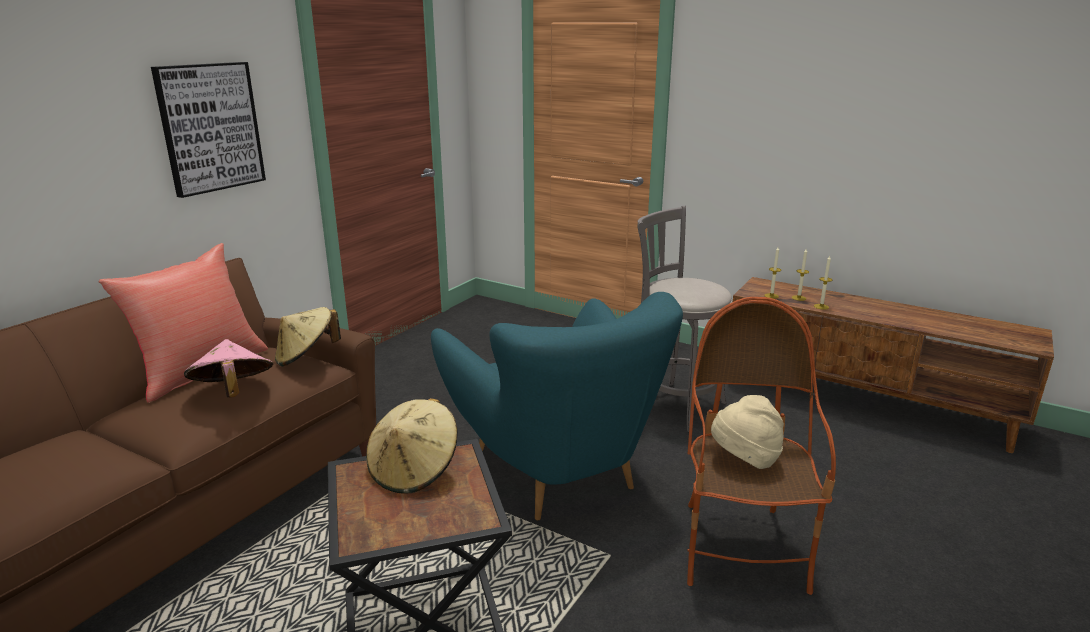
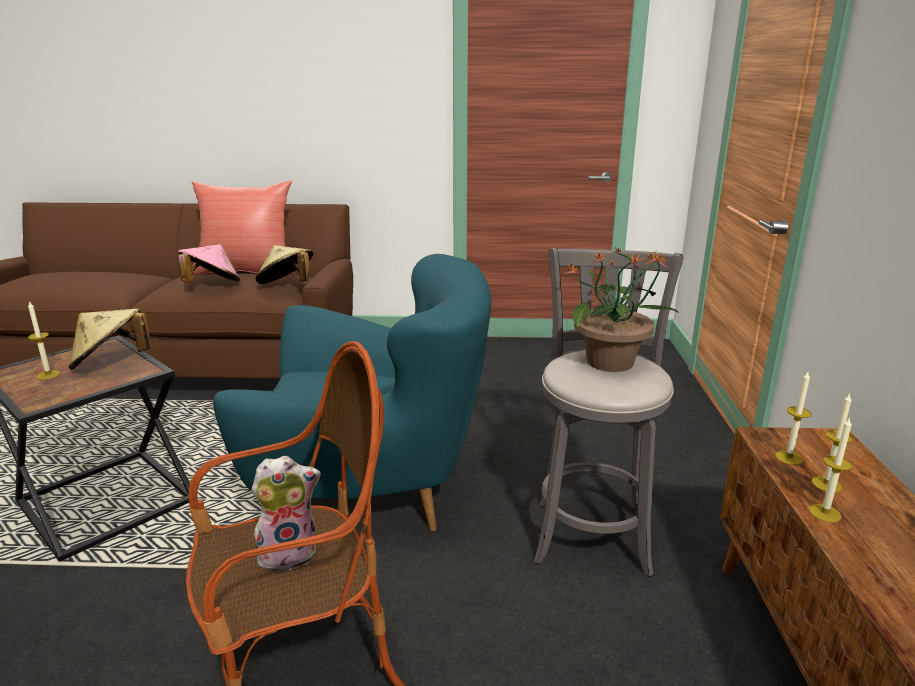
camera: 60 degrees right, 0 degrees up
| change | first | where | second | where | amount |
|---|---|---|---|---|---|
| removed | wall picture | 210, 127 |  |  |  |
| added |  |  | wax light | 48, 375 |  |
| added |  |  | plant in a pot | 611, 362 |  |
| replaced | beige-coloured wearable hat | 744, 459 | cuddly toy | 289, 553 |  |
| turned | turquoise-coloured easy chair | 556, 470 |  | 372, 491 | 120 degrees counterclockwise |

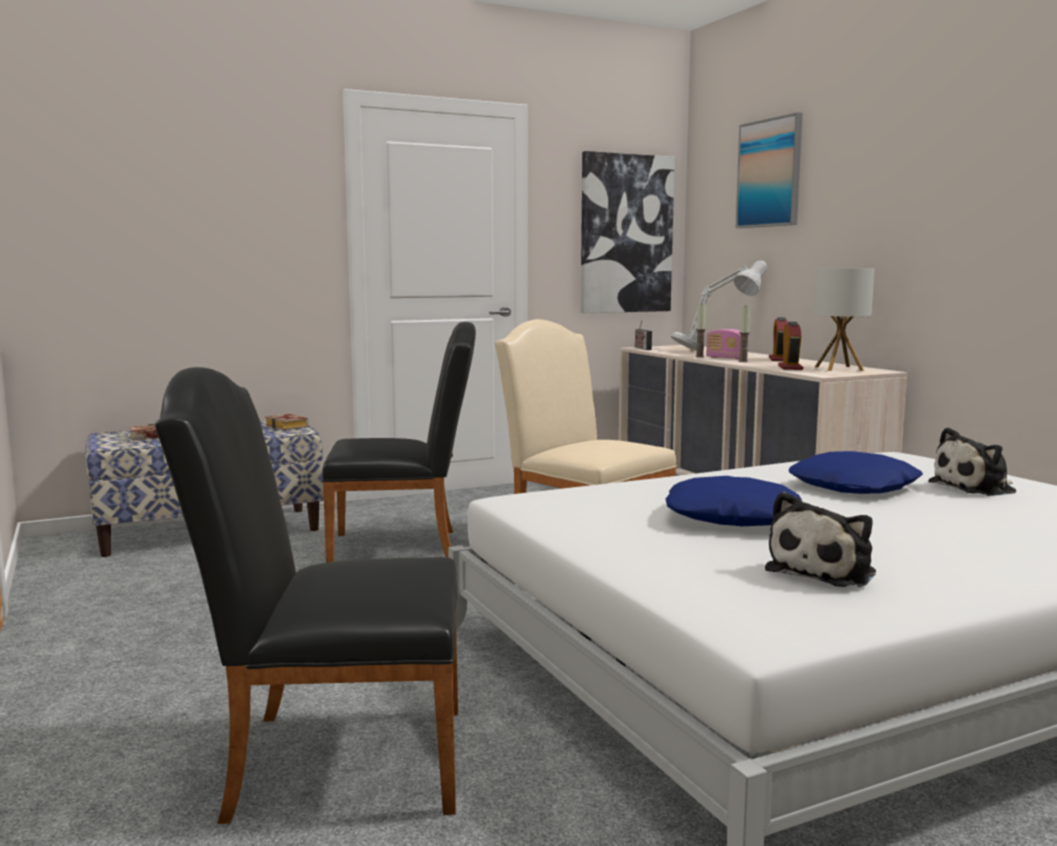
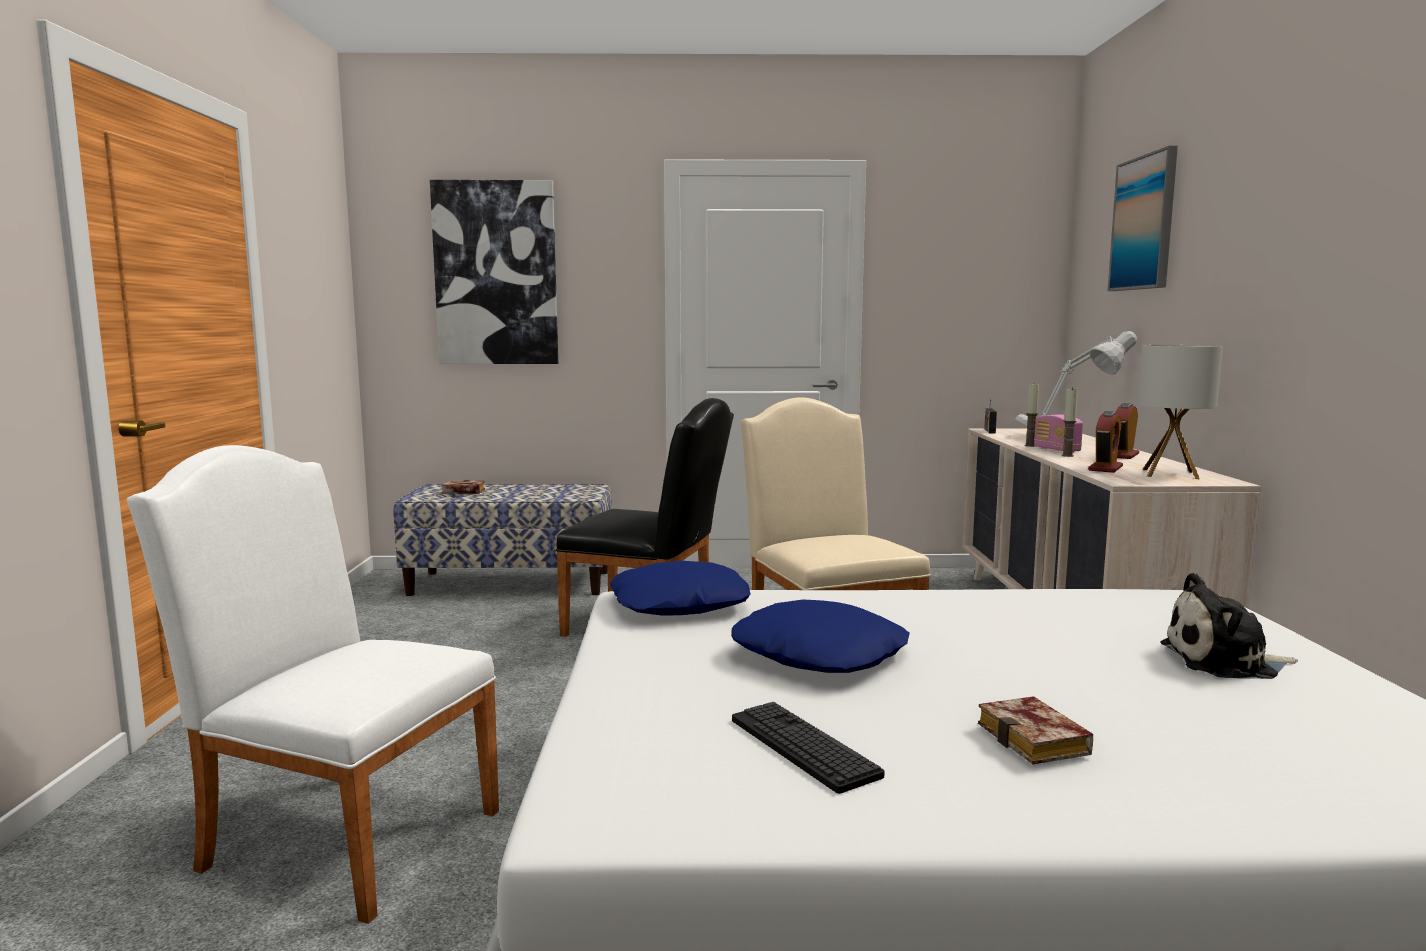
camera: 25 degrees right, 0 degrees up
| change | first | where | second | where | amount |
|---|---|---|---|---|---|
| moved | bound book | 289, 426 |  | 1038, 741 |  |
| moved | wall picture | 626, 234 |  | 496, 273 |  |
| moved | bluish pillow | 855, 487 |  | 679, 604 |  |
| replaced | cuddly toy | 824, 571 | computer keyboard | 803, 747 |  |
| recoloured | blackish upright chair | 331, 760 | white upright chair | 340, 834 |  |

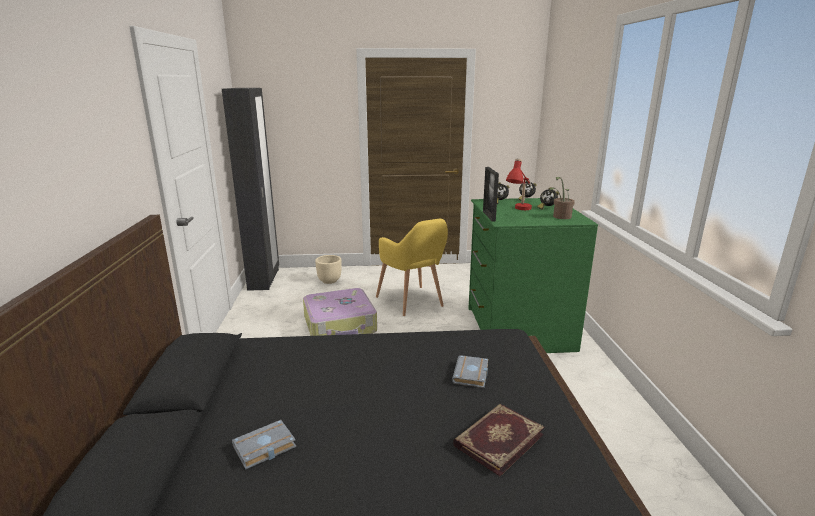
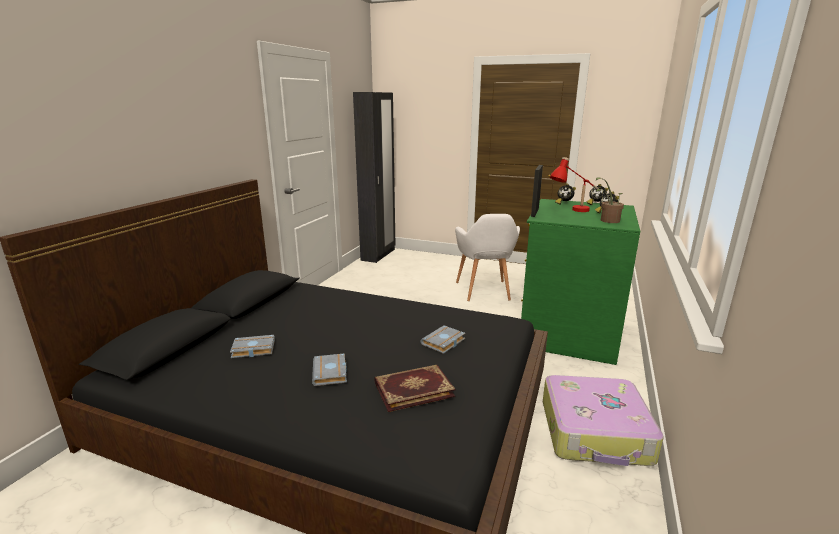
camera: 25 degrees right, 0 degrees up
| change | first | where | second | where | amount |
|---|---|---|---|---|---|
| removed | beige-coloured plant pot | 329, 281 |  |  |  |
| added |  |  | grey bound book | 331, 373 |  |
| moved | suitcase | 340, 325 |  | 595, 432 |  |
| recoloured | yellow easy chair | 413, 303 | white easy chair | 484, 293 |  |

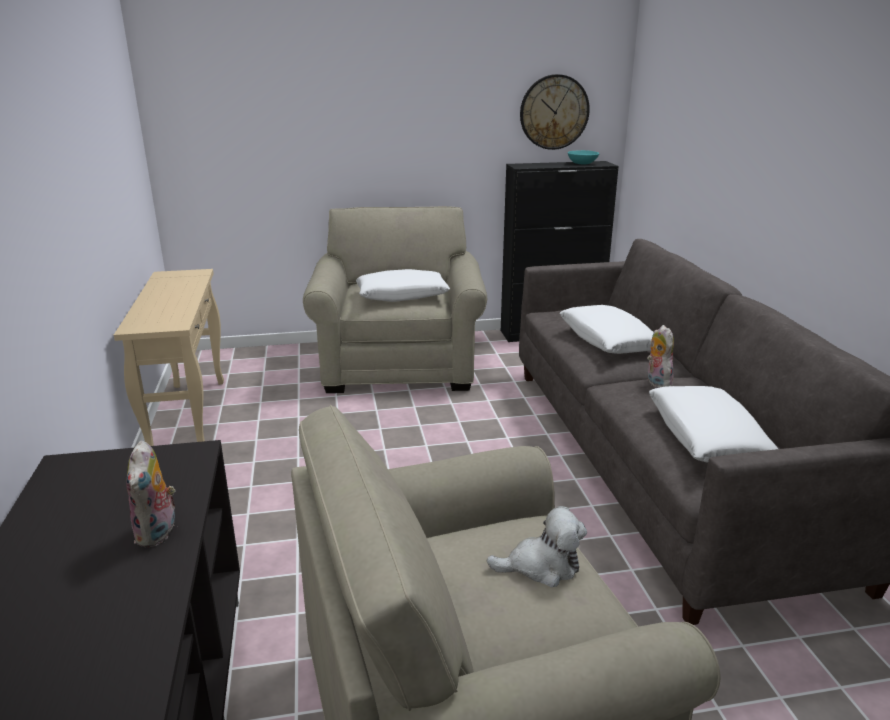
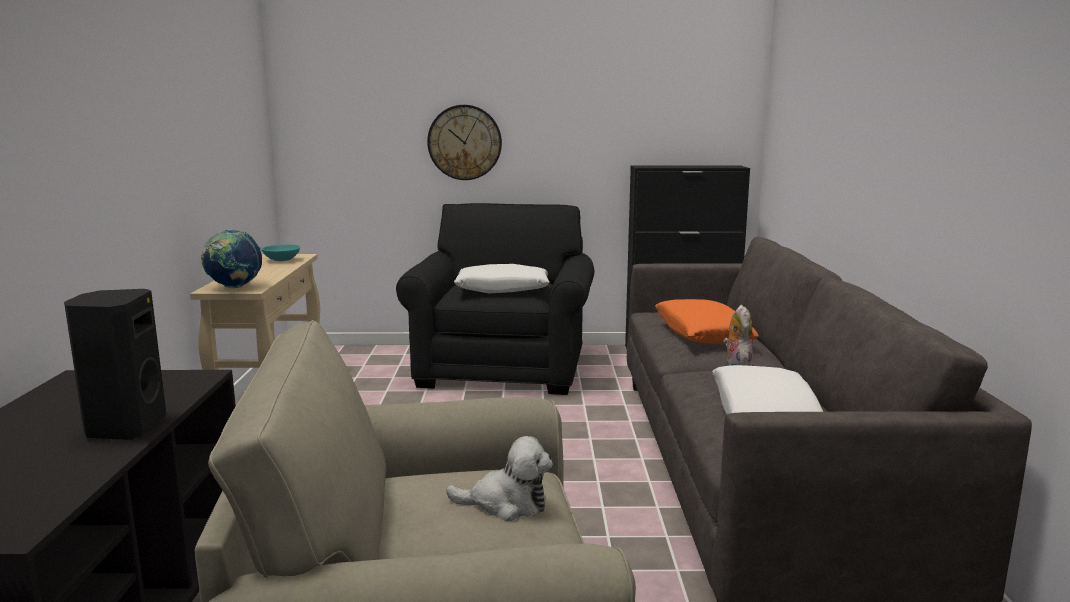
camera: 10 degrees right, 10 degrees down
| change | first | where | second | where | amount |
|---|---|---|---|---|---|
| added |  |  | globe | 234, 287 |  |
| moved | clock on the wall | 554, 112 |  | 464, 142 |  |
| moved | turquoise-coloured deep dish | 582, 163 |  | 282, 260 |  |
| replaced | cuddly toy | 158, 533 | blackish speaker | 124, 428 |  |
| recoloured | beige-coloured easy chair | 399, 364 | blackish easy chair | 503, 368 |  |
| recoloured | white pillow | 608, 340 | orange pillow | 702, 334 |  |

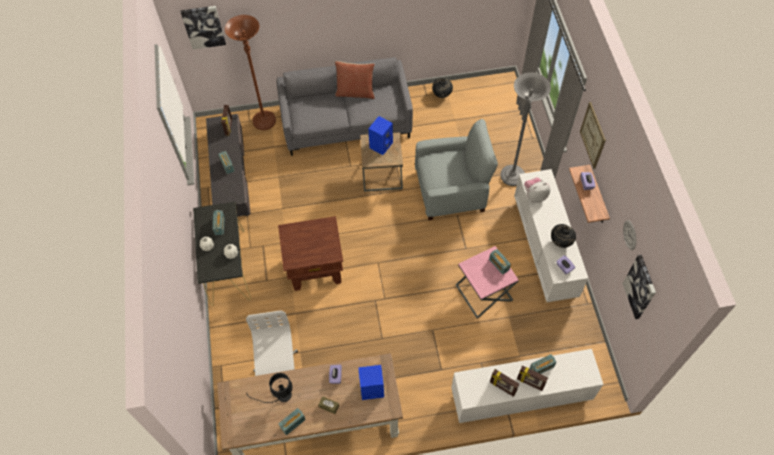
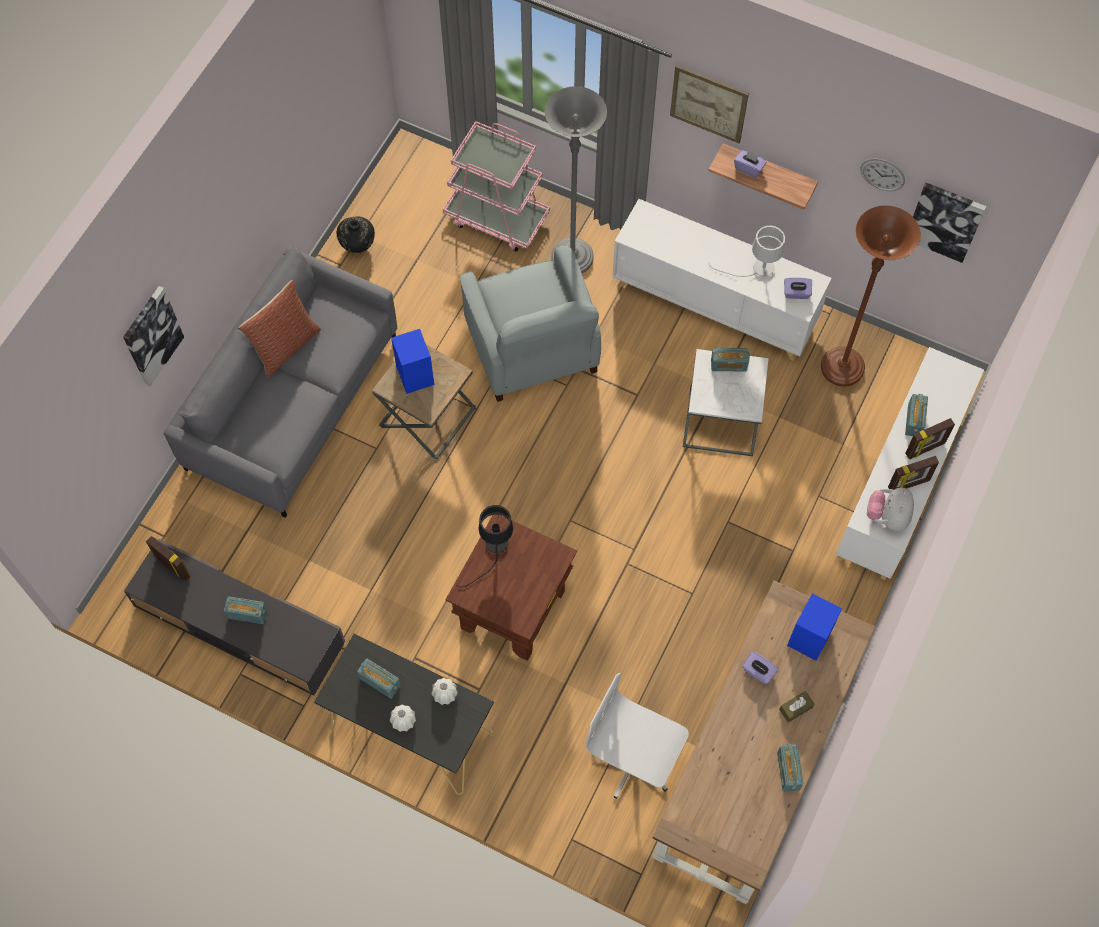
camera: 55 degrees left, 5 degrees up
| change | first | where | second | where | amount |
|---|---|---|---|---|---|
| added |  |  | pink wheeled cart | 497, 218 |  |
| moved | wall picture | 203, 26 |  | 151, 335 |  |
| moved | brownish standing lamp | 264, 121 |  | 842, 368 |  |
| moved | blackish lamp for a table | 280, 396 |  | 494, 550 |  |
| moved | cuddly toy | 535, 195 |  | 887, 517 |  |
| replaced | blackish decorative vase | 560, 242 | white lamp for a table | 757, 270 |  |
| recoloured | pink side table | 484, 292 | white side table | 721, 420 |  |
| turned | grey easy chair | 451, 191 |  | 532, 348 | 135 degrees clockwise |

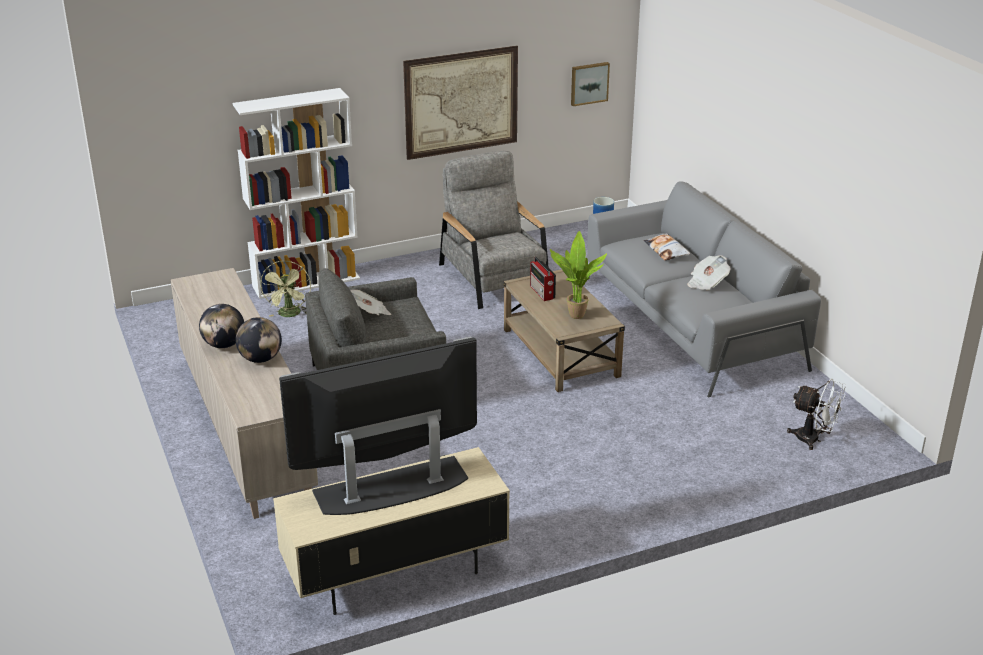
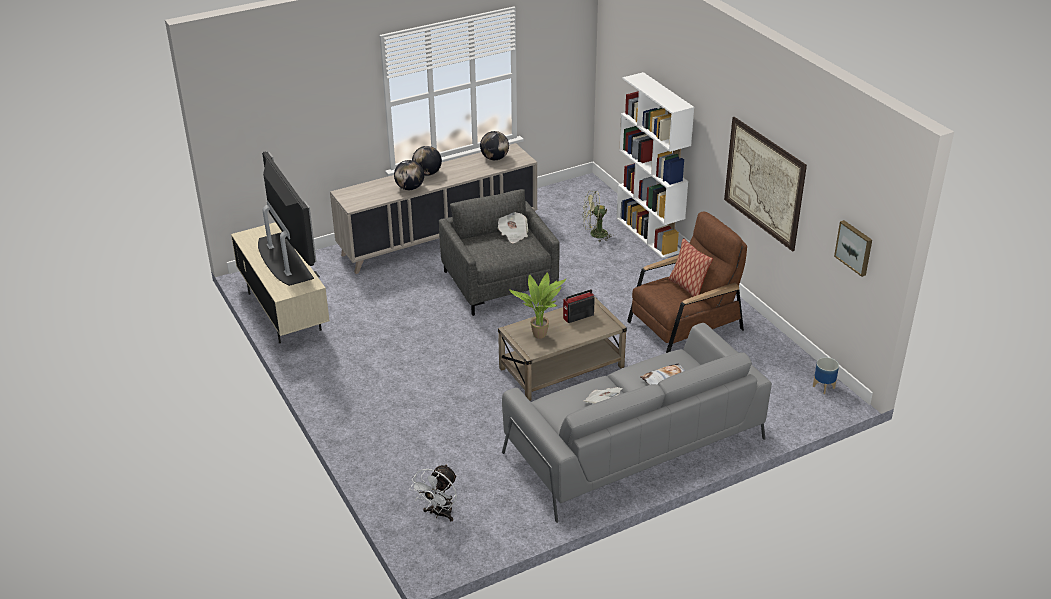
camera: 85 degrees right, 5 degrees up
| change | first | where | second | where | amount |
|---|---|---|---|---|---|
| added |  |  | globe | 494, 158 |  |
| added |  |  | pillow | 687, 288 |  |
| recoloured | grey easy chair | 494, 279 | brownish easy chair | 685, 326 |  |

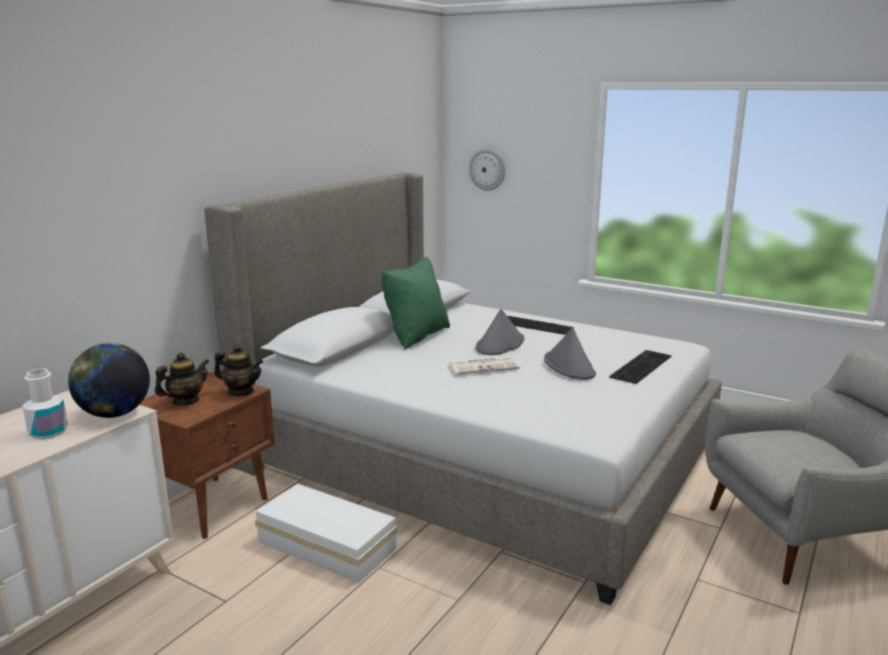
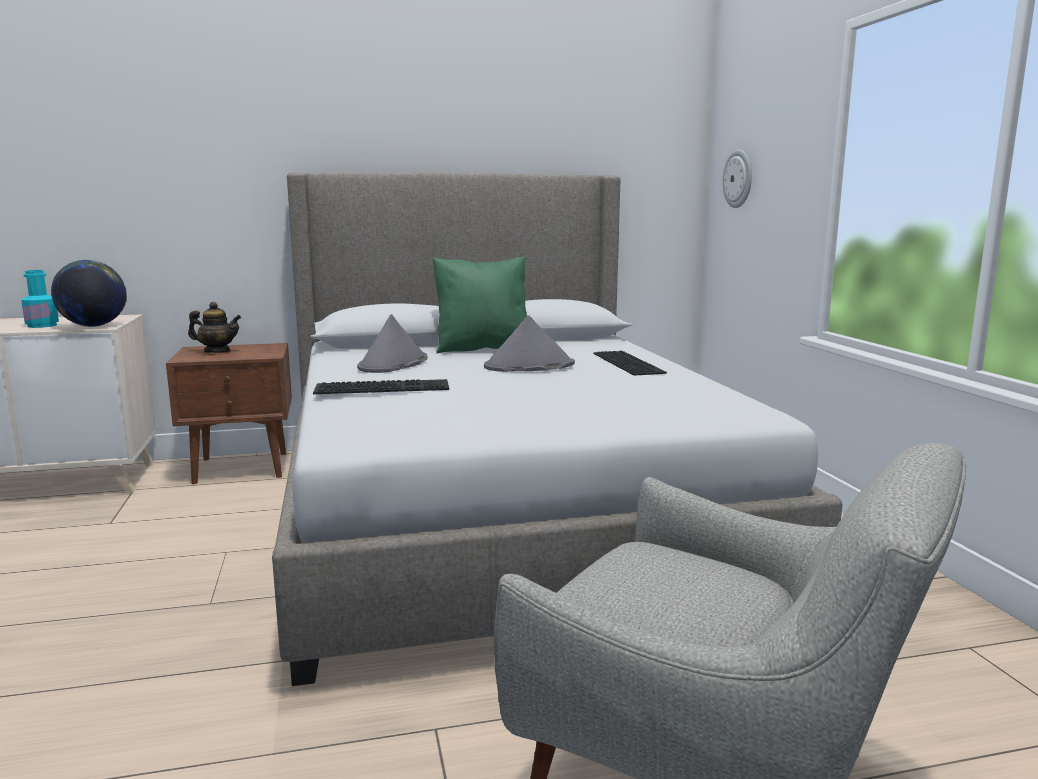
camera: 45 degrees right, 5 degrees down
| change | first | where | second | where | amount |
|---|---|---|---|---|---|
| removed | tea pot | 241, 392 |  |  |  |
| removed | white storage bin | 326, 543 |  |  |  |
| removed | newspaper | 484, 366 |  |  |  |
| moved | grey wearable hat | 569, 366 |  | 393, 364 |  |
| moved | computer keyboard | 639, 365 |  | 384, 386 |  |
| recoloured | white beverage bottle | 48, 432 | turquoise-coloured beverage bottle | 42, 325 |  |

